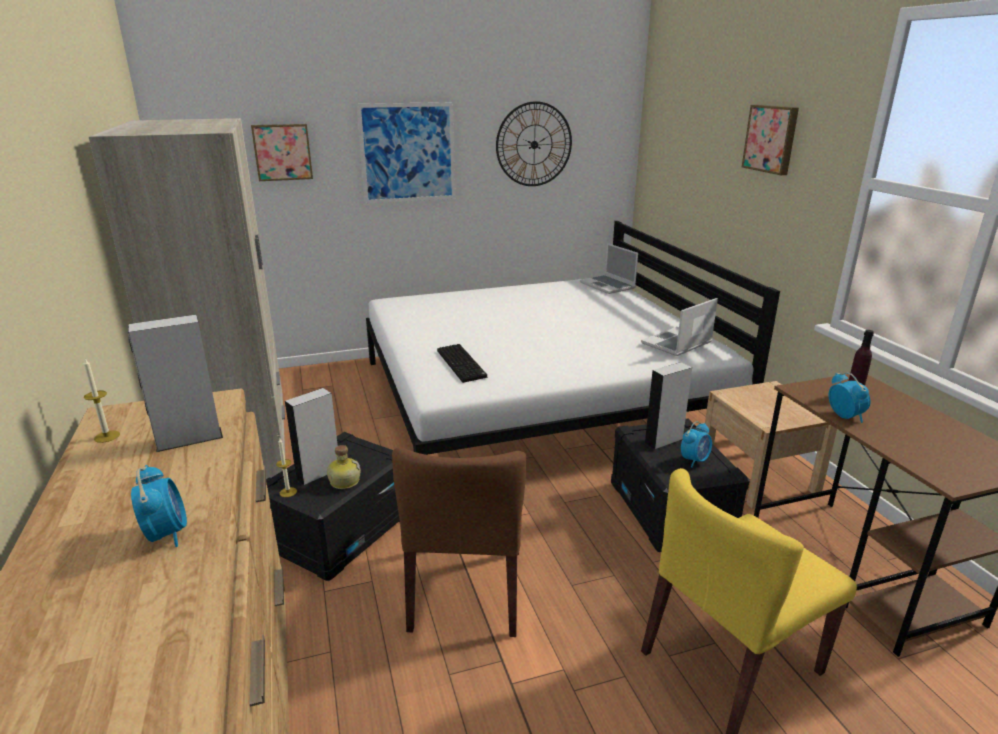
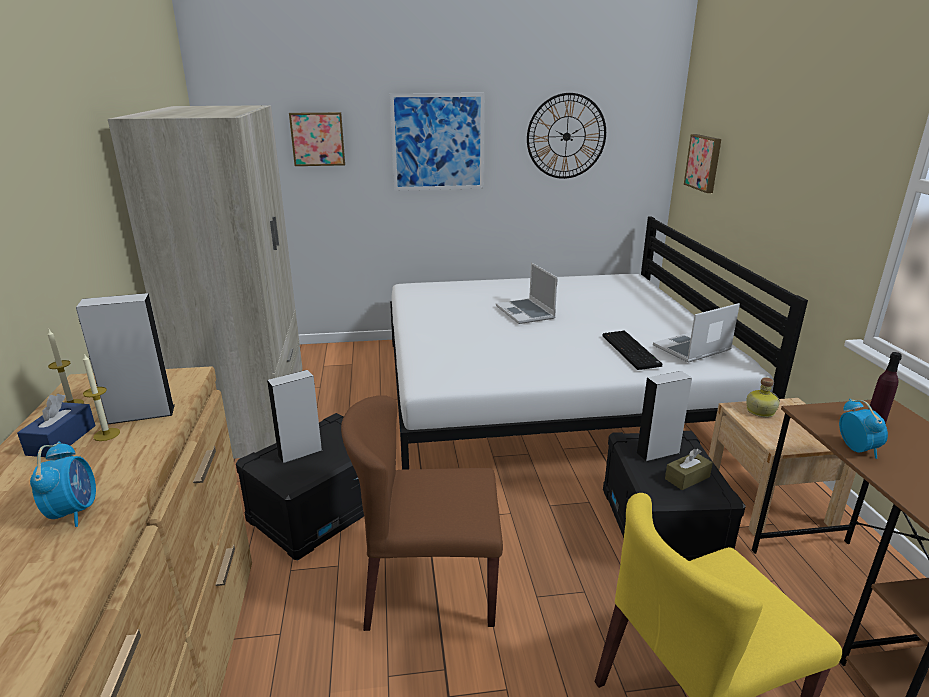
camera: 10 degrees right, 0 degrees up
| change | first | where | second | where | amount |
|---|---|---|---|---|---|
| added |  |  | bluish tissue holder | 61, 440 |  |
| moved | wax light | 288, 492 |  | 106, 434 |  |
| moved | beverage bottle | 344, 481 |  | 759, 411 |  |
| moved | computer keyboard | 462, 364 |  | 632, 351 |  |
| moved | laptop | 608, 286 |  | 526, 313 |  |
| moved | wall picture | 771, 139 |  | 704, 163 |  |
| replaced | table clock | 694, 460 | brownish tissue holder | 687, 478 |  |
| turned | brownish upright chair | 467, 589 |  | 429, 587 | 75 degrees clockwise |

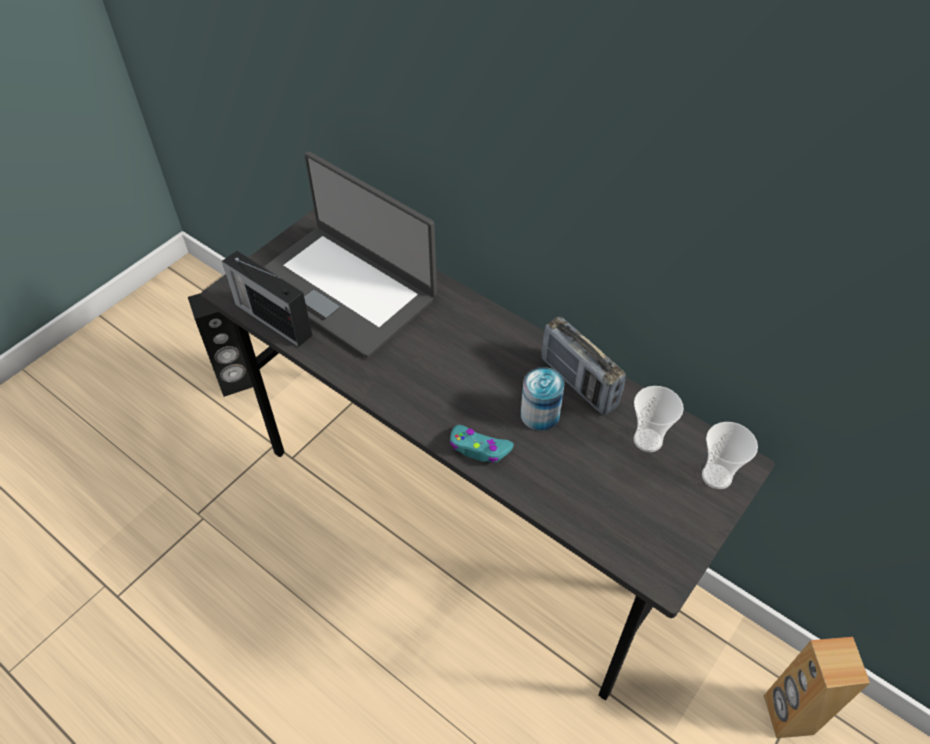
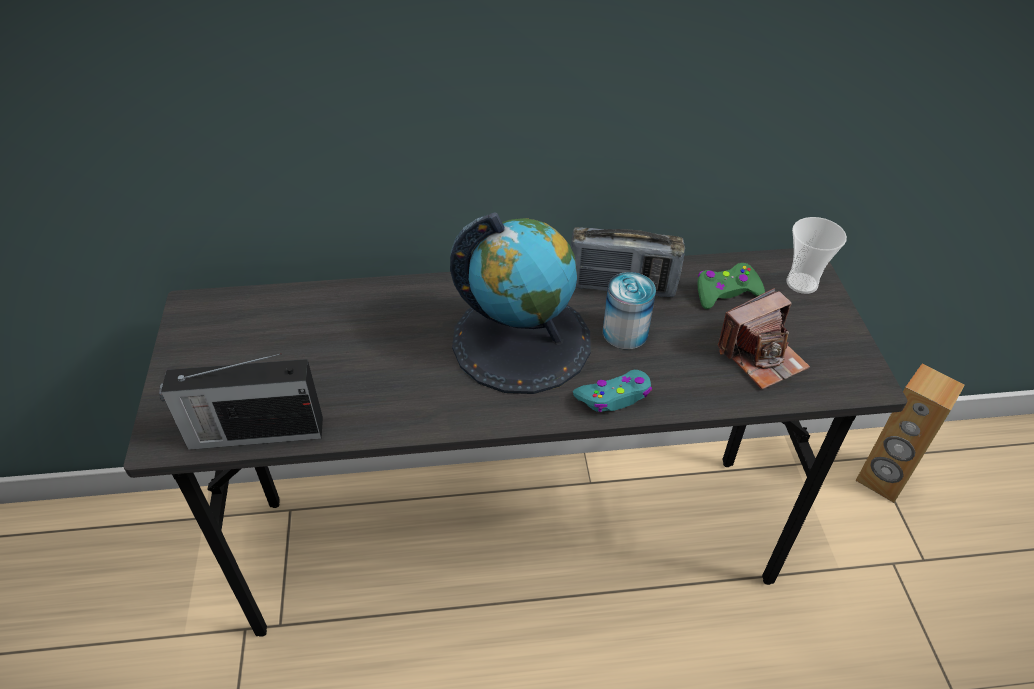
camera: 45 degrees left, 5 degrees down
| change | first | where | second | where | amount |
|---|---|---|---|---|---|
| removed | blackish speaker | 235, 381 |  |  |  |
| removed | laptop | 345, 288 |  |  |  |
| added |  |  | globe | 521, 340 |  |
| added |  |  | still camera | 761, 356 |  |
| replaced | drinking cup | 648, 440 | green-coloured joypad | 726, 292 |  |

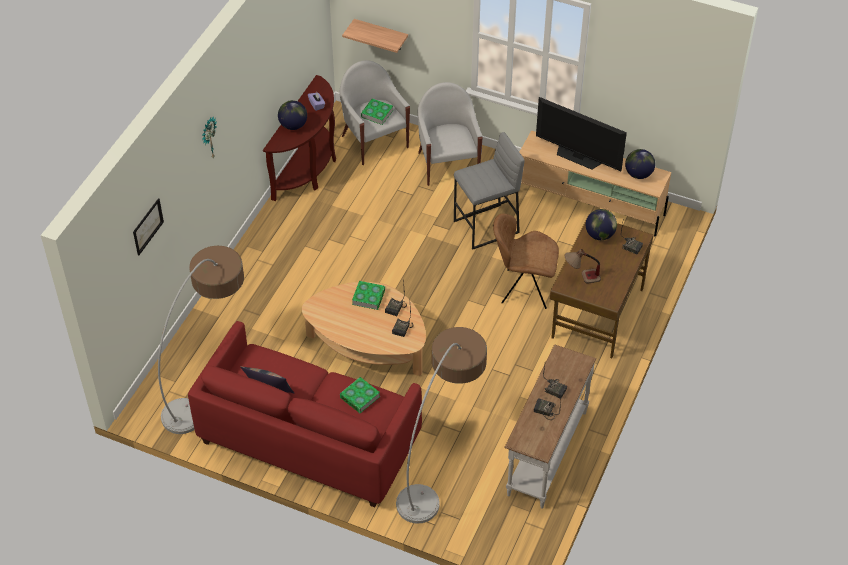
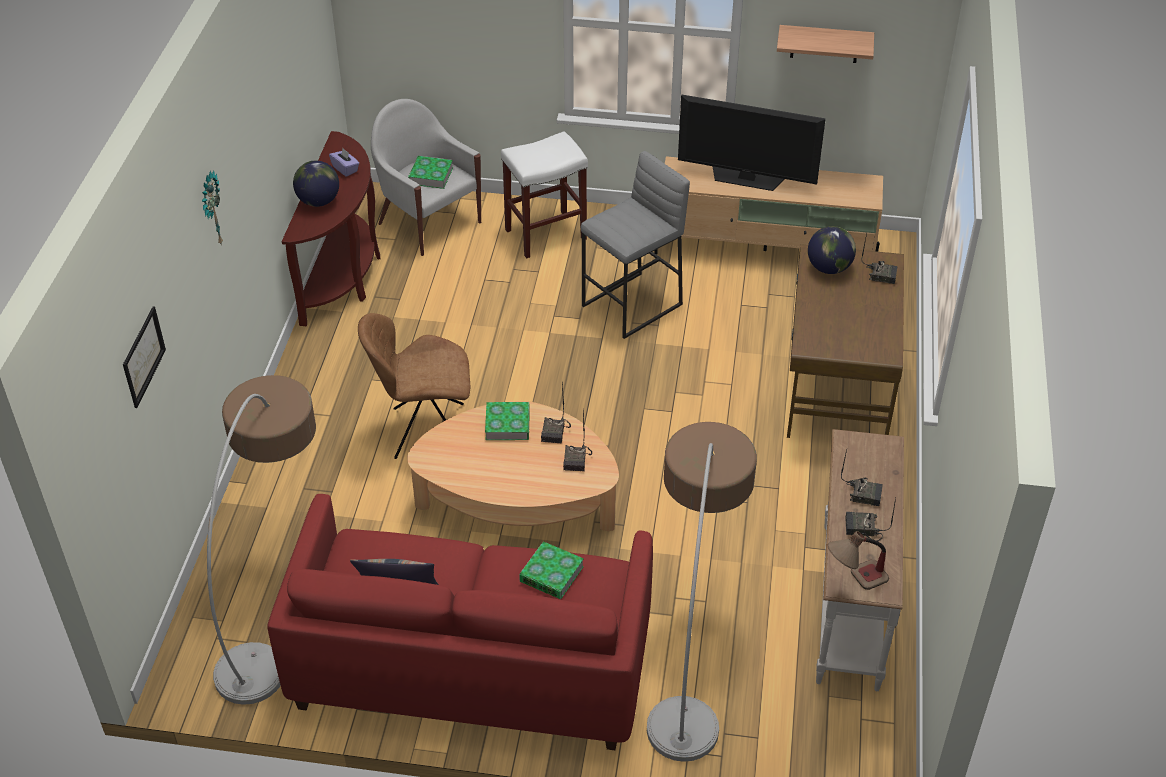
camera: 15 degrees left, 5 degrees down
| change | first | where | second | where | amount |
|---|---|---|---|---|---|
| removed | globe | 638, 174 |  |  |  |
| moved | wall shelf | 381, 35 |  | 824, 44 |  |
| moved | brownish upright chair | 524, 289 |  | 425, 431 |  |
| moved | lamp for a table | 581, 278 |  | 854, 582 |  |
| replaced | white easy chair | 448, 164 | white stool seat | 546, 234 |  |

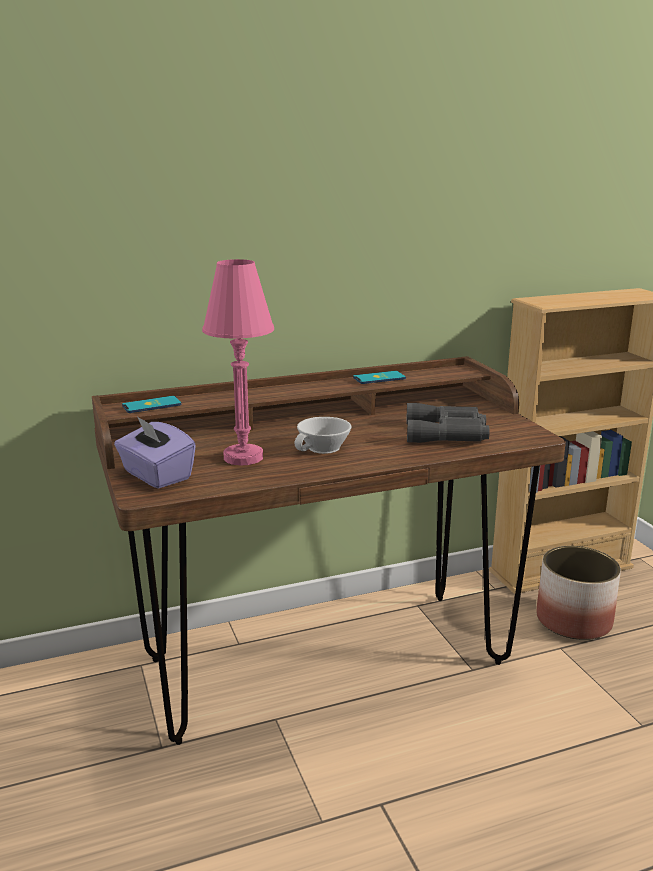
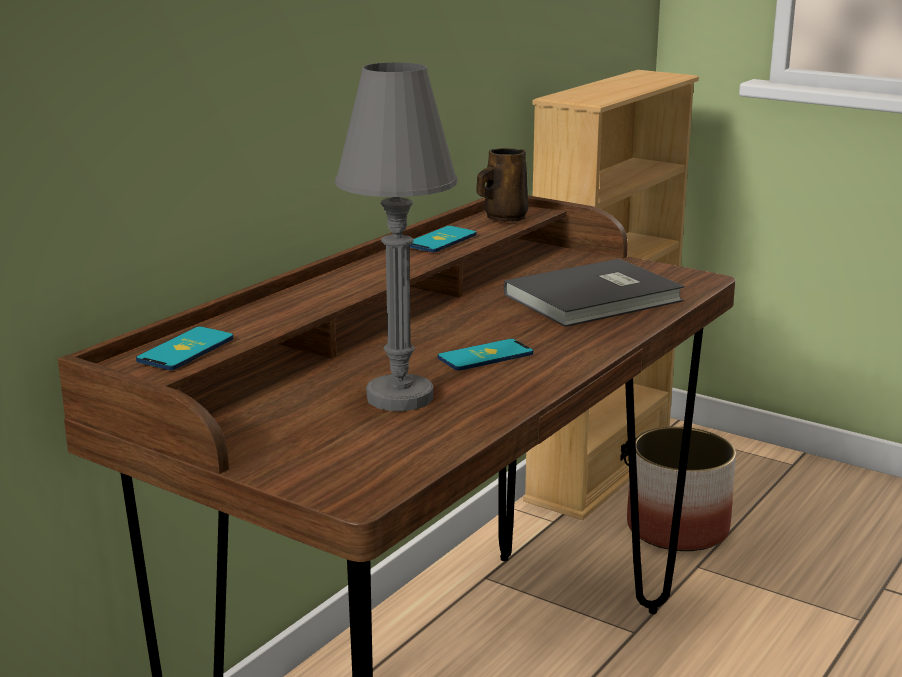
camera: 35 degrees left, 0 degrees up
| change | first | where | second | where | amount |
|---|---|---|---|---|---|
| removed | purplish tissue holder | 156, 475 |  |  |  |
| added |  |  | brownish mug | 503, 217 |  |
| replaced | white drinking cup | 324, 448 | phone | 485, 356 |  |
| replaced | grey field glasses | 448, 433 | grey bound book | 597, 298 |  |
| recoloured | pink lamp for a table | 243, 457 | grey lamp for a table | 399, 397 |  |

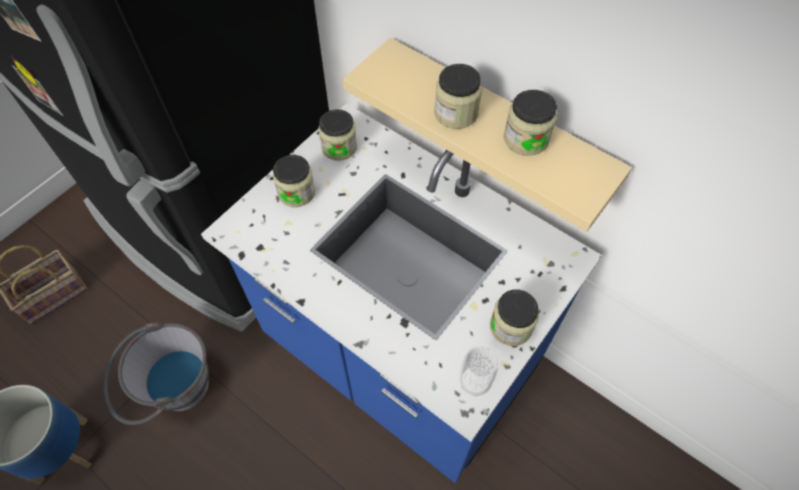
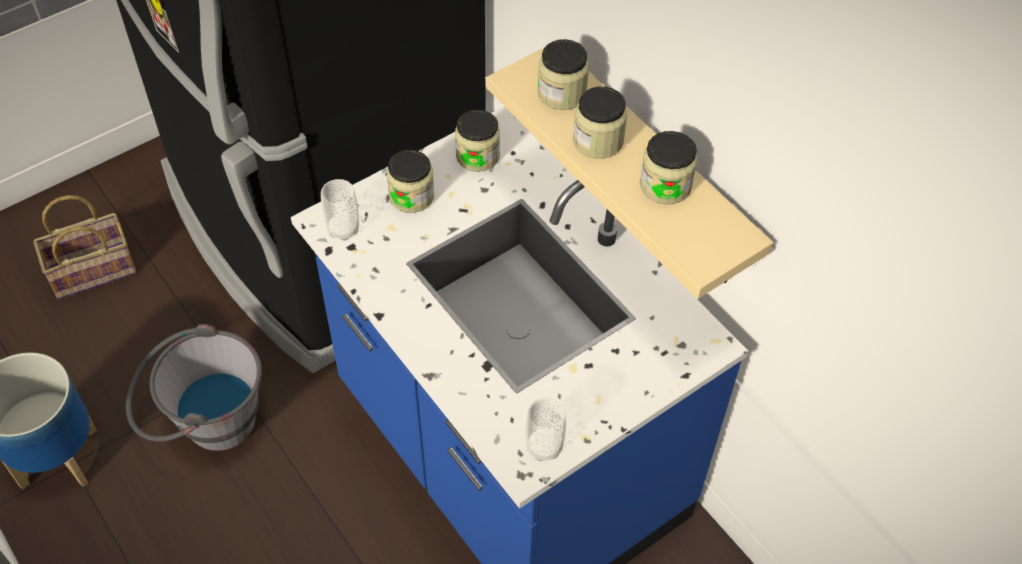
camera: 15 degrees right, 5 degrees down
| change | first | where | second | where | amount |
|---|---|---|---|---|---|
| added |  |  | drinking cup | 343, 229 |  |
| moved | preserve jar | 511, 326 |  | 562, 93 |  |

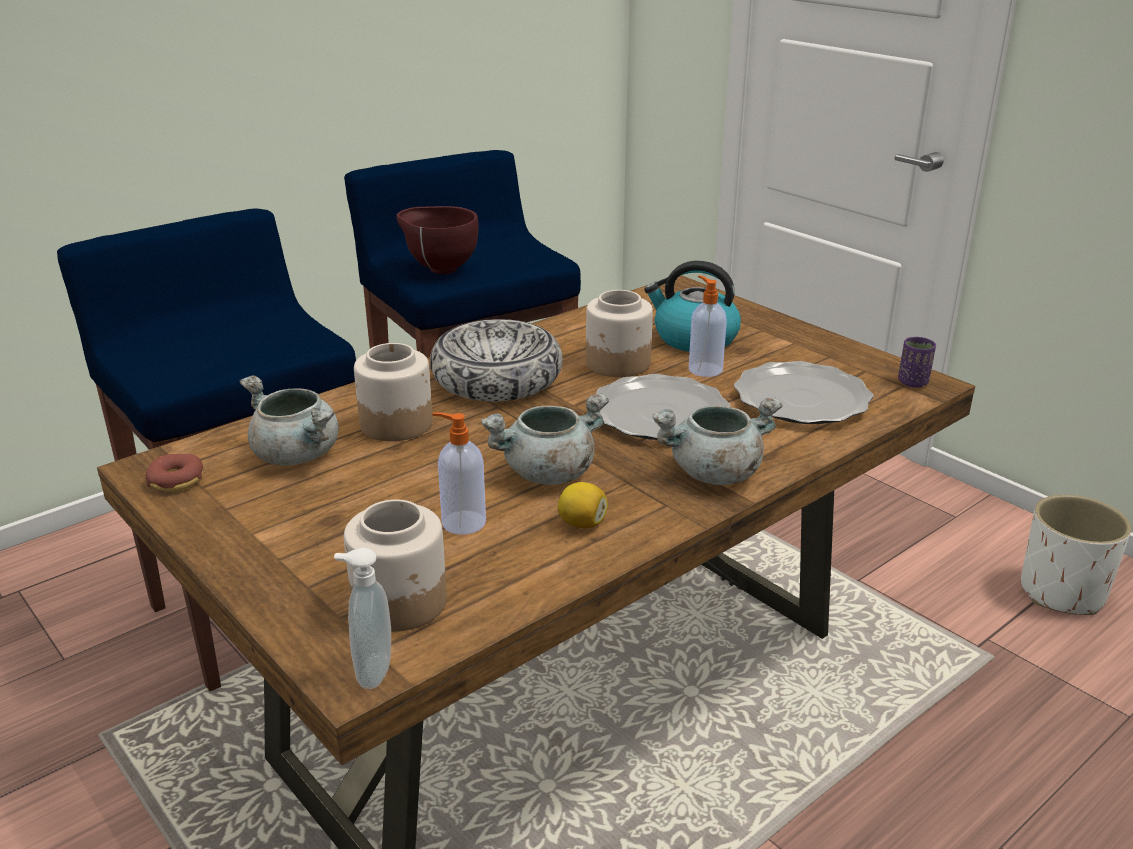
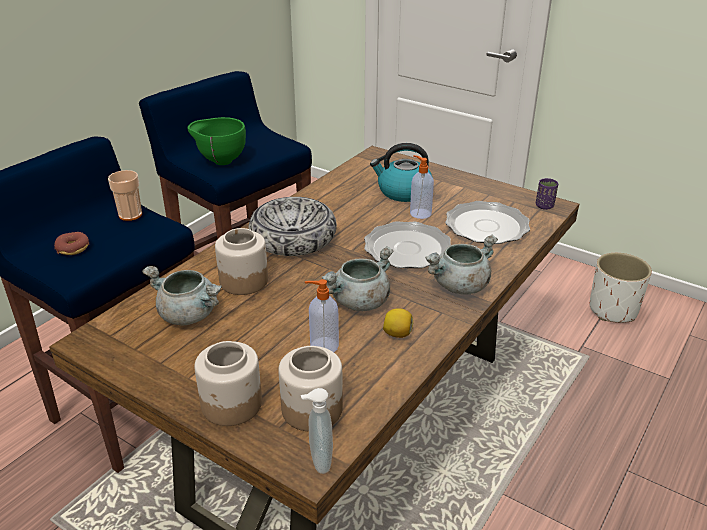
camera: 15 degrees left, 5 degrees up
| change | first | where | second | where | amount |
|---|---|---|---|---|---|
| added |  |  | drinking cup | 130, 215 |  |
| moved | donut | 176, 480 |  | 73, 248 |  |
| moved | preserve jar | 618, 364 |  | 232, 405 |  |
| recoloured | brownish deep dish | 439, 269 | green-coloured deep dish | 220, 161 |  |

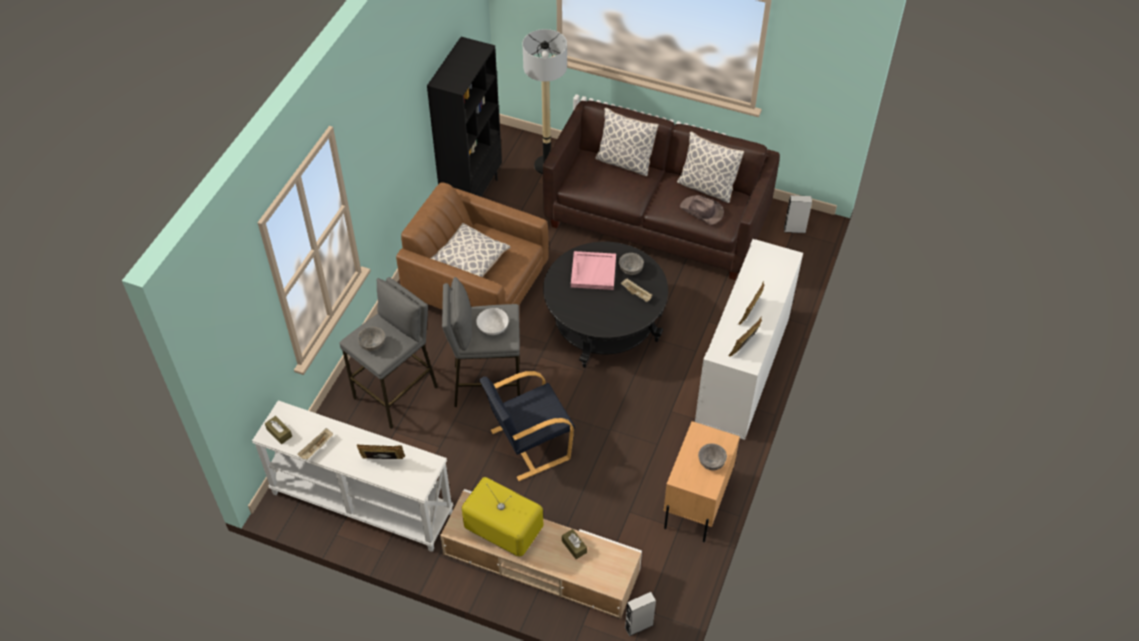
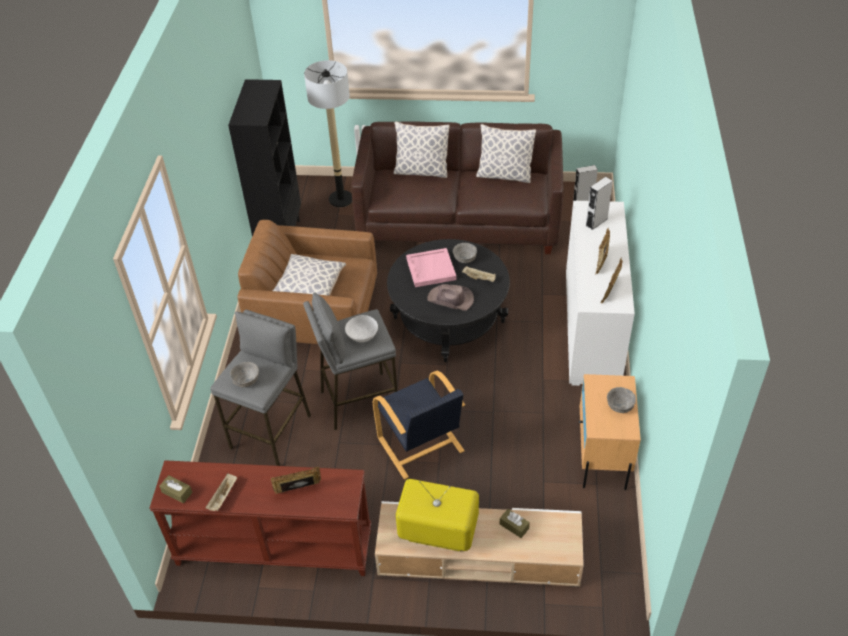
camera: 15 degrees left, 5 degrees down
| change | first | where | second | where | amount |
|---|---|---|---|---|---|
| moved | grey speaker | 639, 626 |  | 596, 222 |  |
| moved | brownish wearable hat | 702, 211 |  | 451, 299 |  |
| recoloured | white narrow table | 361, 504 | brownish narrow table | 273, 549 |  |
| turned | blackish easy chair | 528, 445 |  | 421, 446 | 75 degrees counterclockwise |

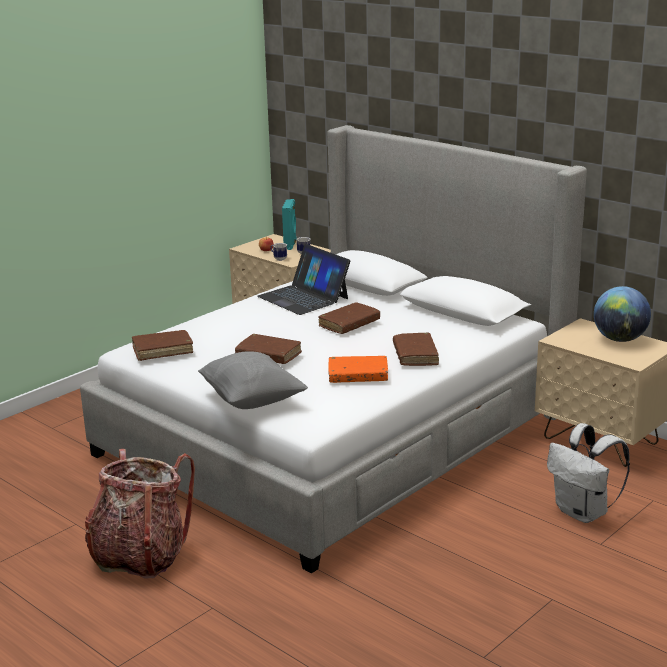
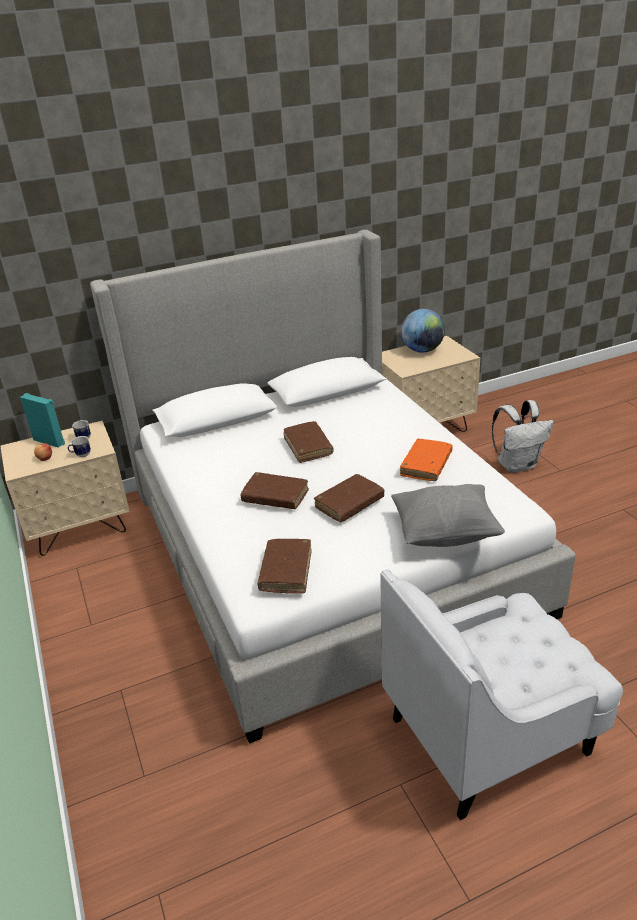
camera: 65 degrees left, 10 degrees up
| change | first | where | second | where | amount |
|---|---|---|---|---|---|
| removed | laptop | 303, 297 |  |  |  |
| moved | brownish bound book | 415, 355 |  | 275, 497 |  |
| replaced | rucksack | 140, 556 | white easy chair | 491, 734 |  |

